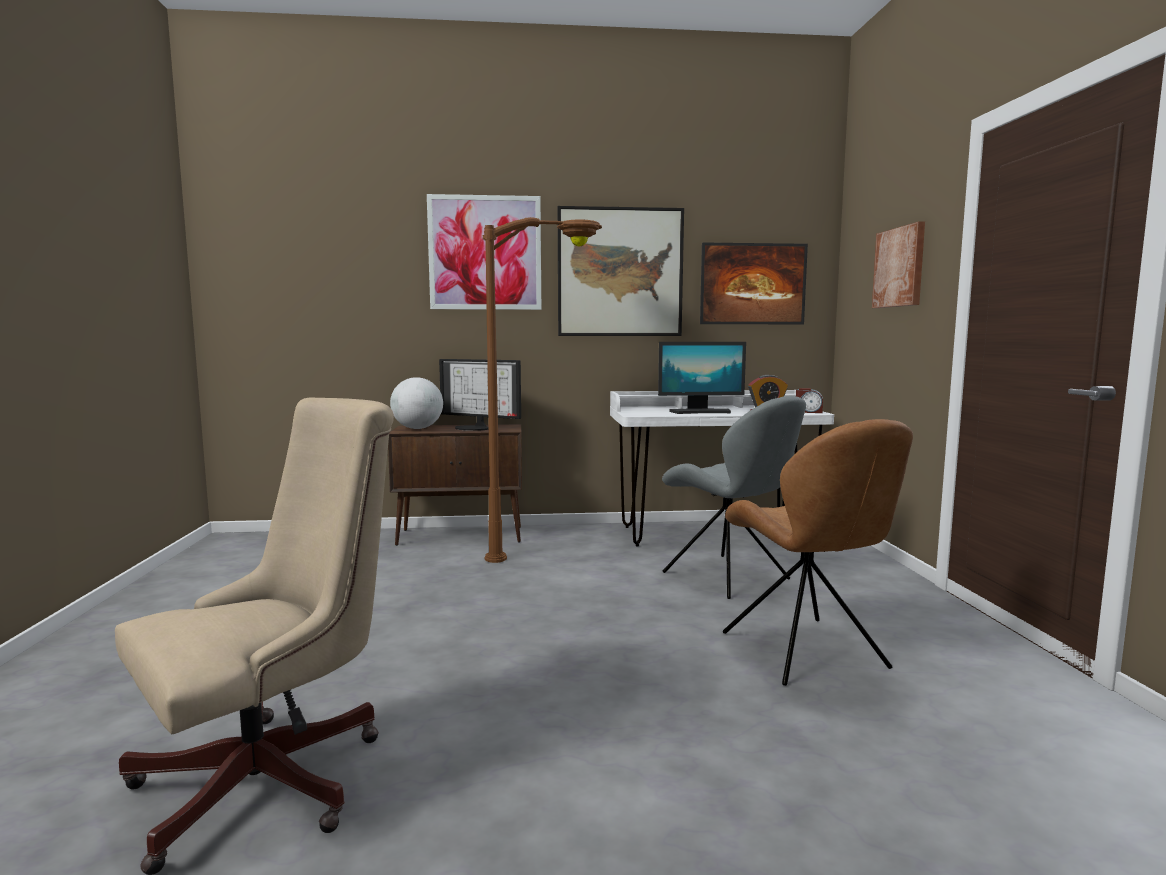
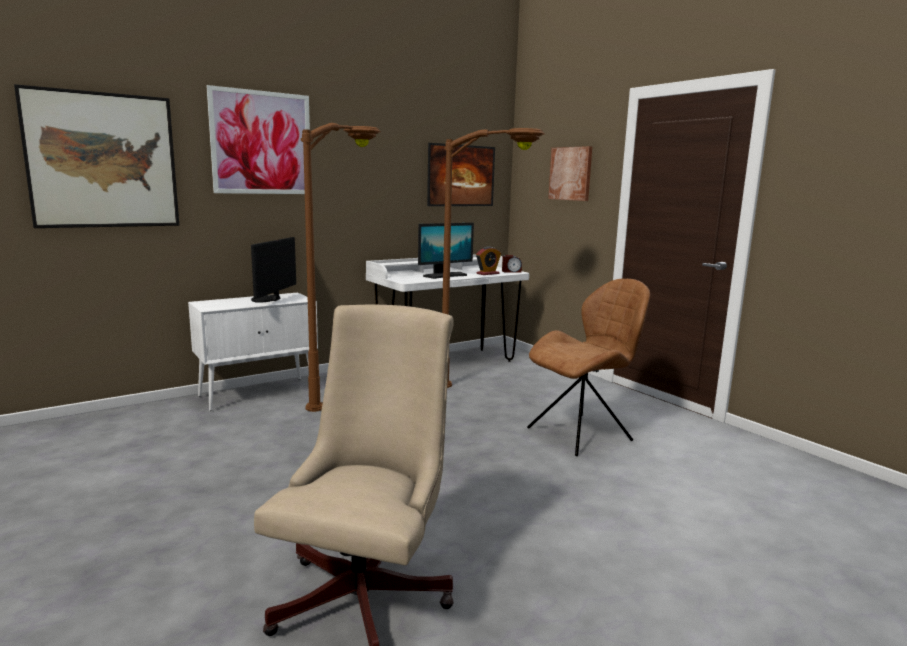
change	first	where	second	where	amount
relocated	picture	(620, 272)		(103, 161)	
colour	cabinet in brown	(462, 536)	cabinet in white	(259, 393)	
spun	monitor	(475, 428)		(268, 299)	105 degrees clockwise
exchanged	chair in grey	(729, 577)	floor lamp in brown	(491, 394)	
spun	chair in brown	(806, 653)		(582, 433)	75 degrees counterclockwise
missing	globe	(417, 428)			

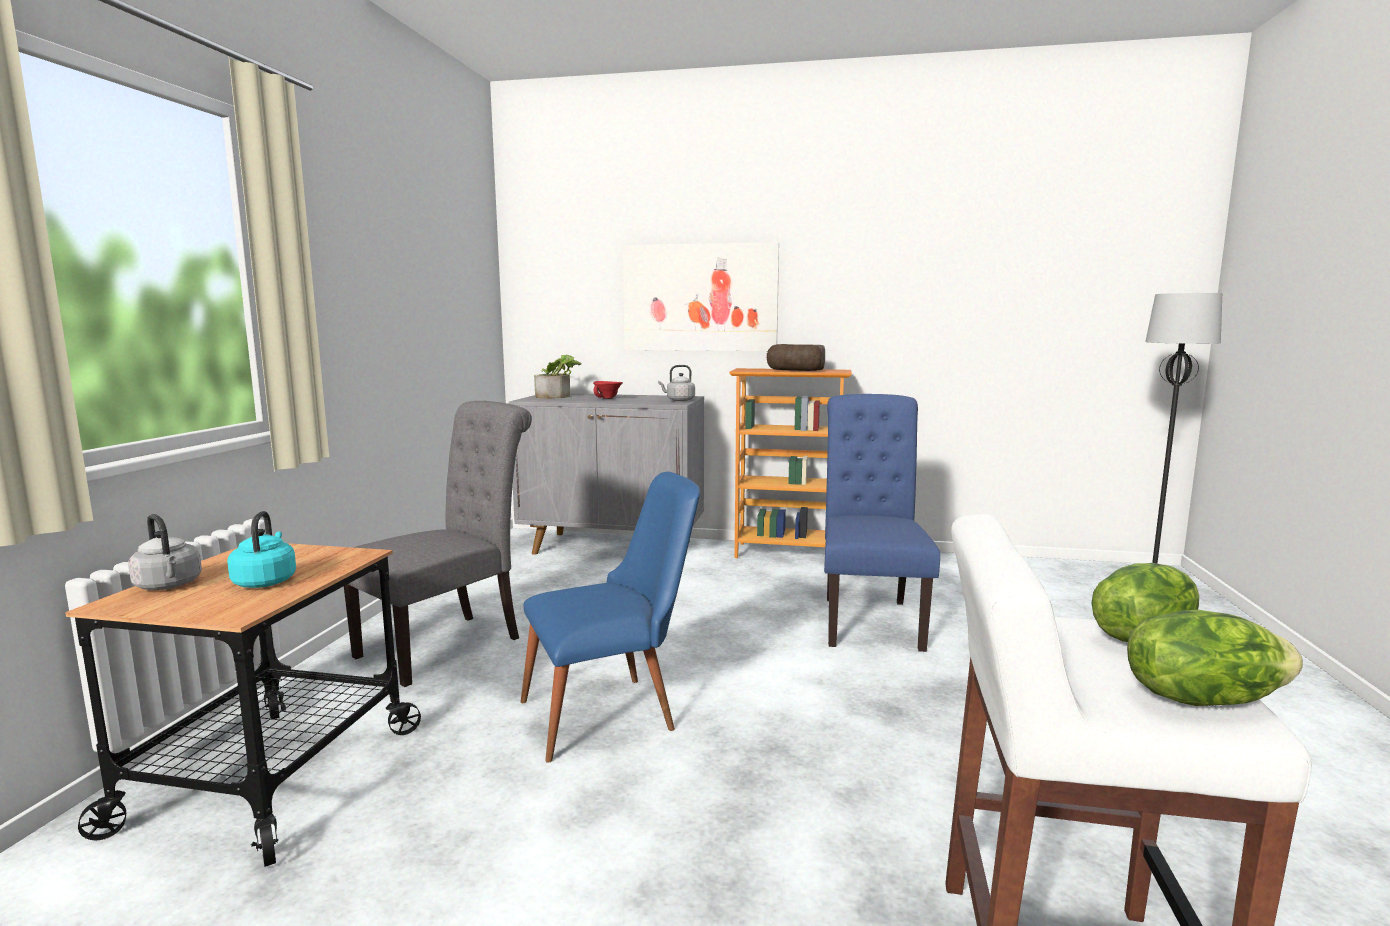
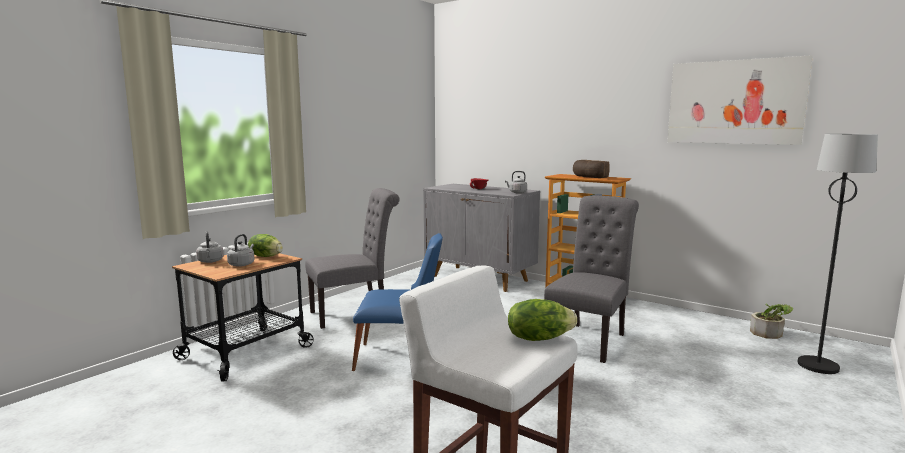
change	first	where	second	where	amount
colour	kettle in turquoise	(266, 581)	kettle in grey	(242, 264)	
relocated	lettuce	(1202, 698)		(266, 256)	
colour	chair in blue	(869, 619)	chair in grey	(590, 340)	
relocated	picture	(700, 298)		(734, 102)	
relocated	potted plant	(558, 396)		(770, 333)	

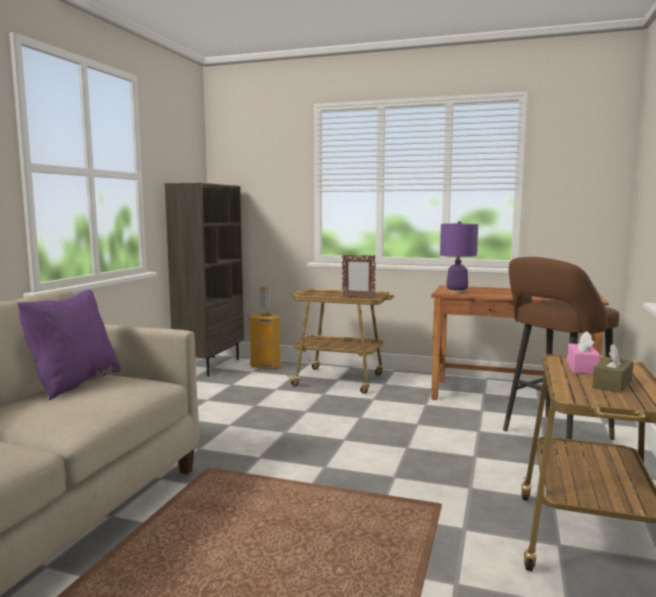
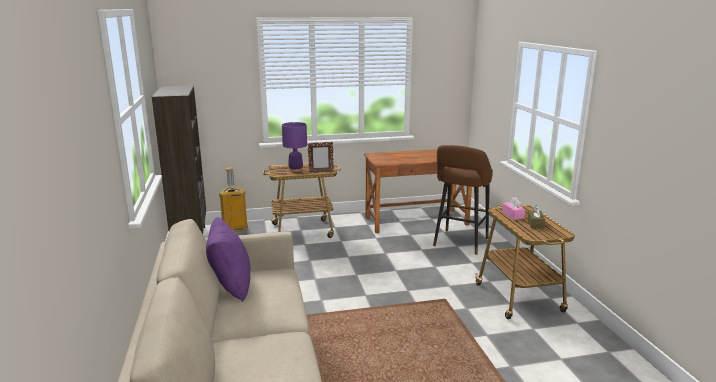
change	first	where	second	where	amount
relocated	table lamp in purple	(457, 292)		(295, 170)	

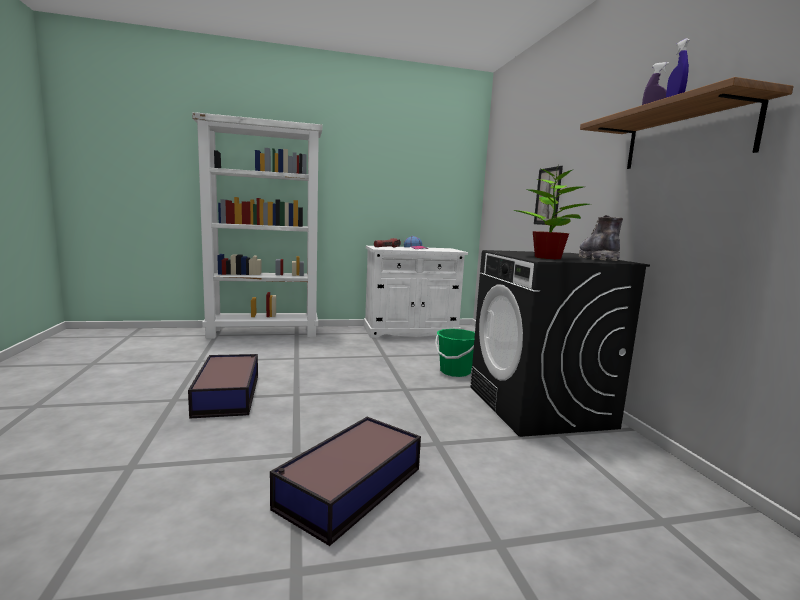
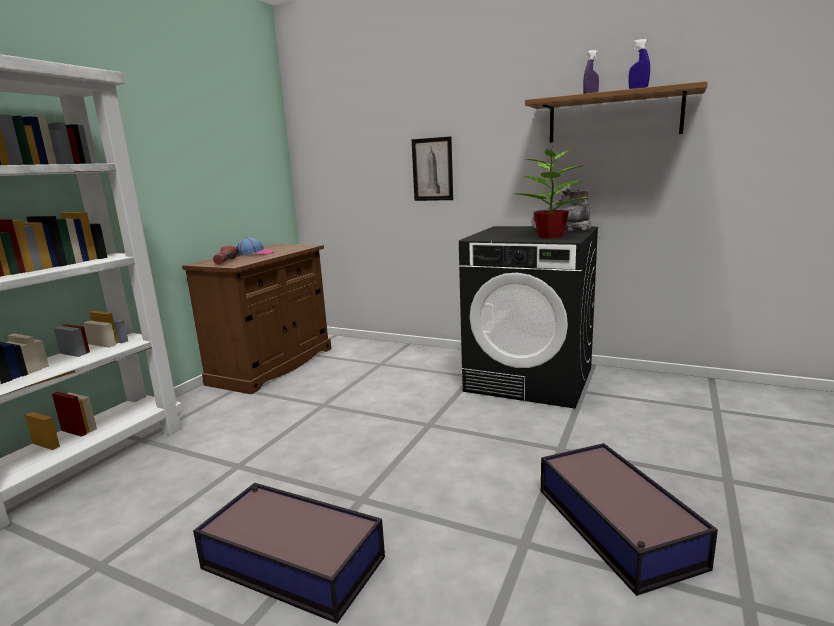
change	first	where	second	where	amount
colour	cabinet in white	(410, 331)	cabinet in brown	(273, 365)	
missing	bucket in green	(455, 371)			

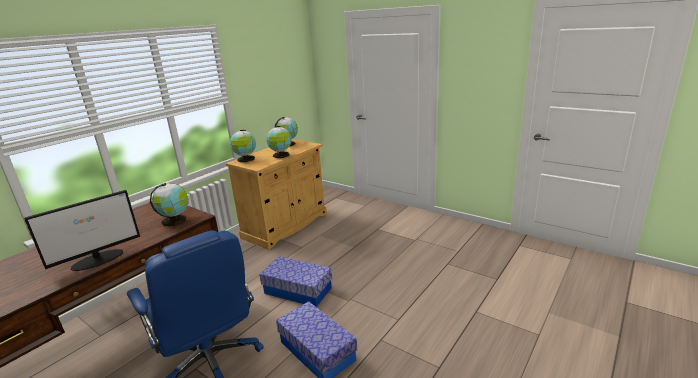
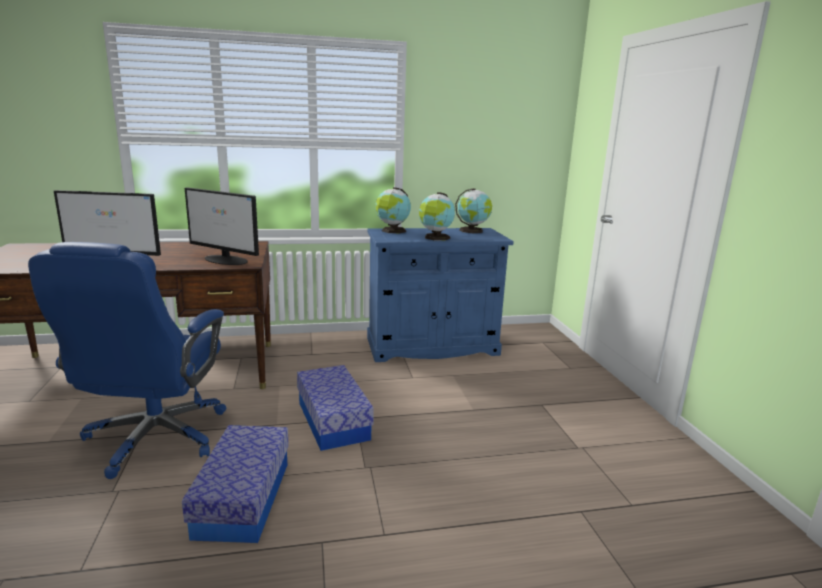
change	first	where	second	where	amount
exchanged	globe	(175, 220)	monitor	(226, 260)	
colour	cabinet in beige	(285, 225)	cabinet in blue	(432, 346)	

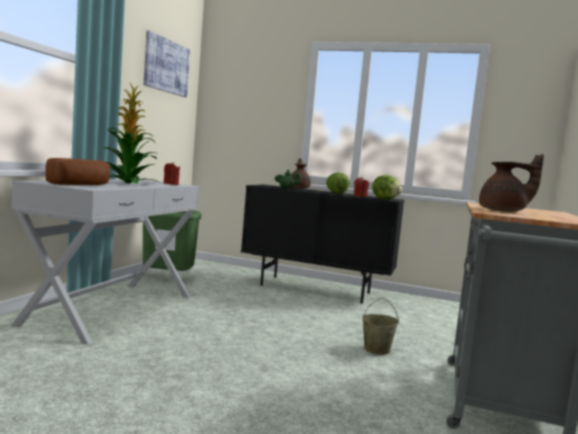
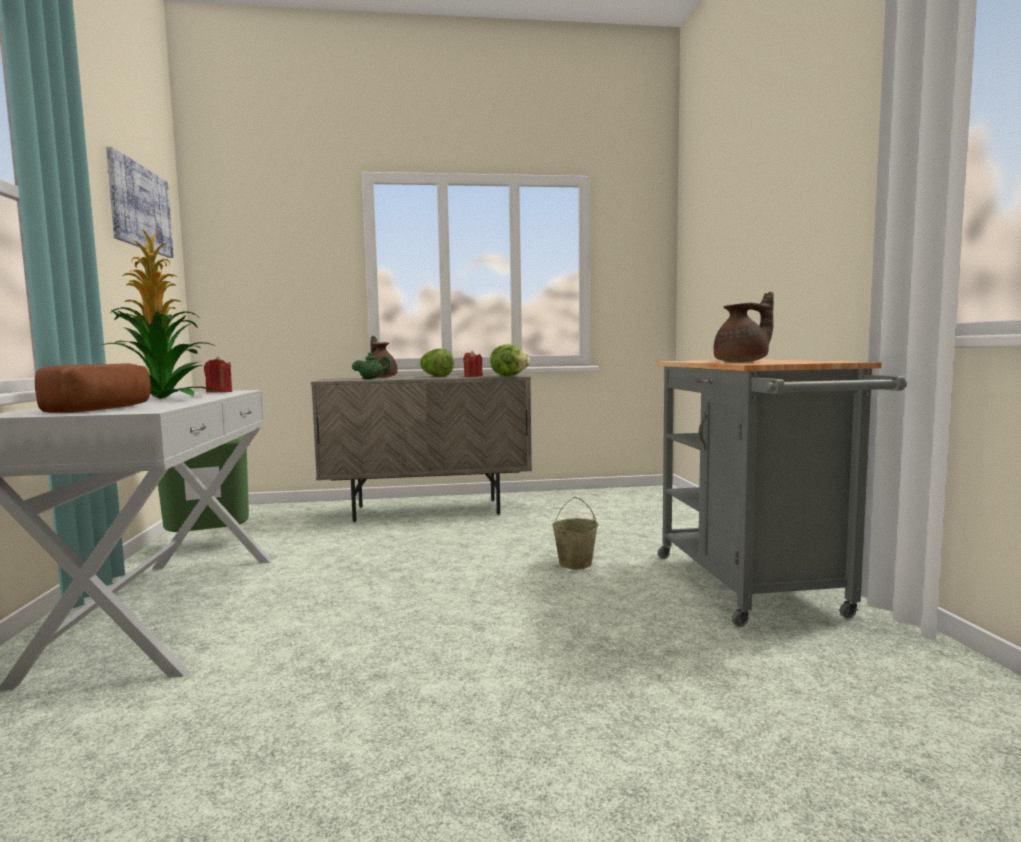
change	first	where	second	where	amount
colour	cabinet in black	(315, 289)	cabinet in beige	(428, 510)	

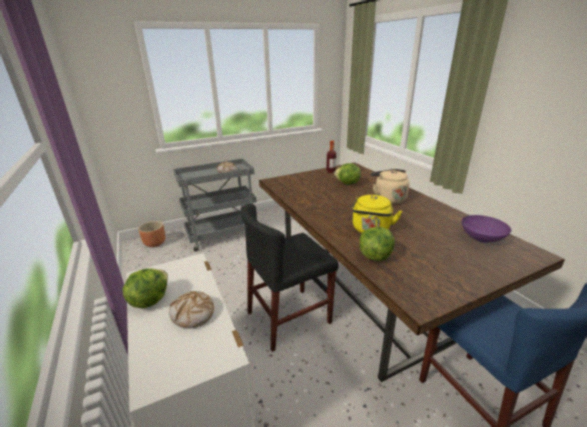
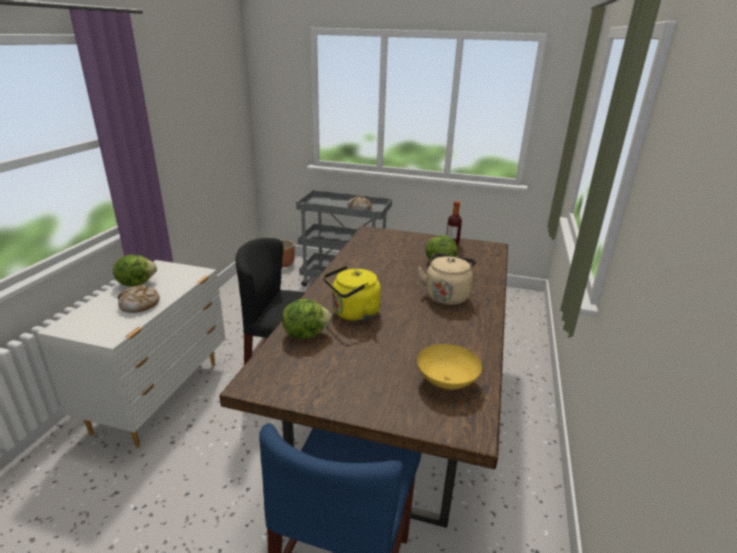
change	first	where	second	where	amount
colour	bowl in purple	(482, 239)	bowl in yellow	(447, 382)	

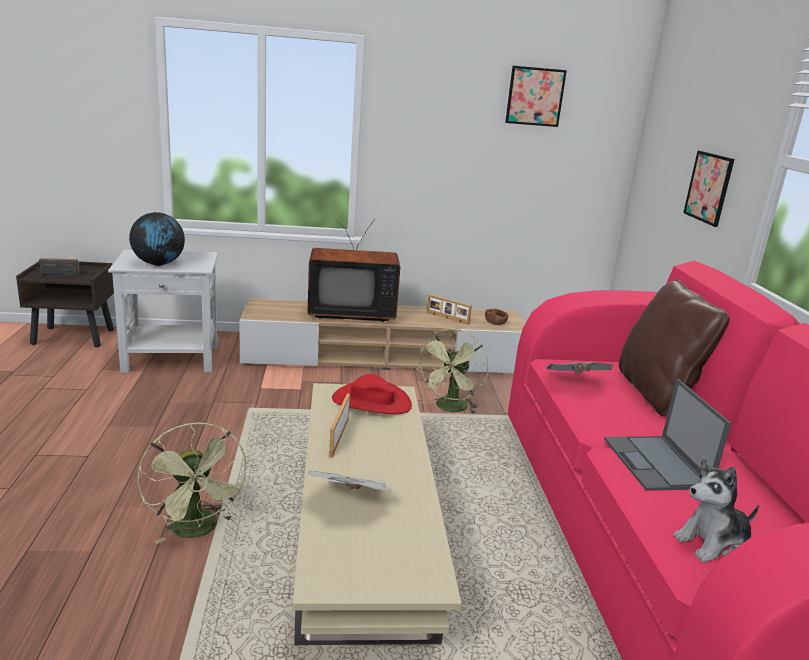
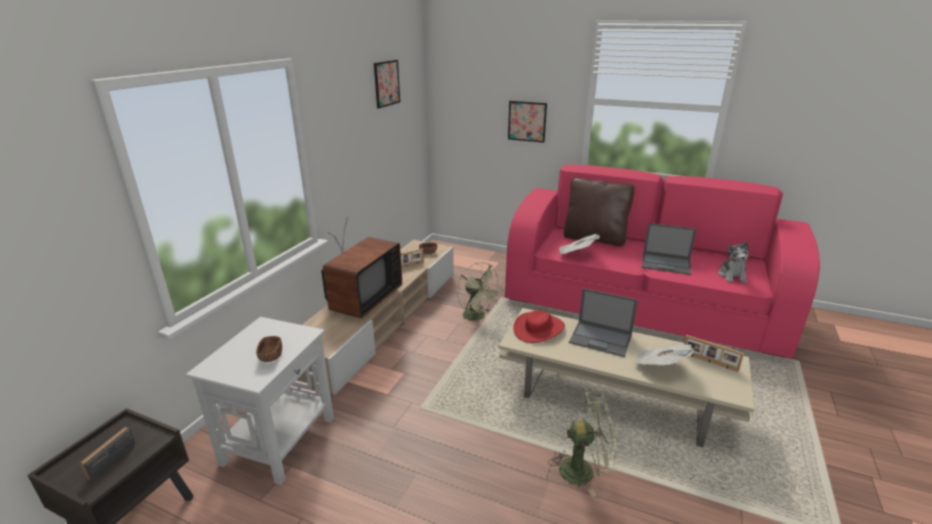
change	first	where	second	where	amount
exchanged	globe	(159, 264)	bowl in brown	(271, 356)	
appeared			laptop	(601, 339)	
relocated	picture frame	(338, 437)		(709, 362)	

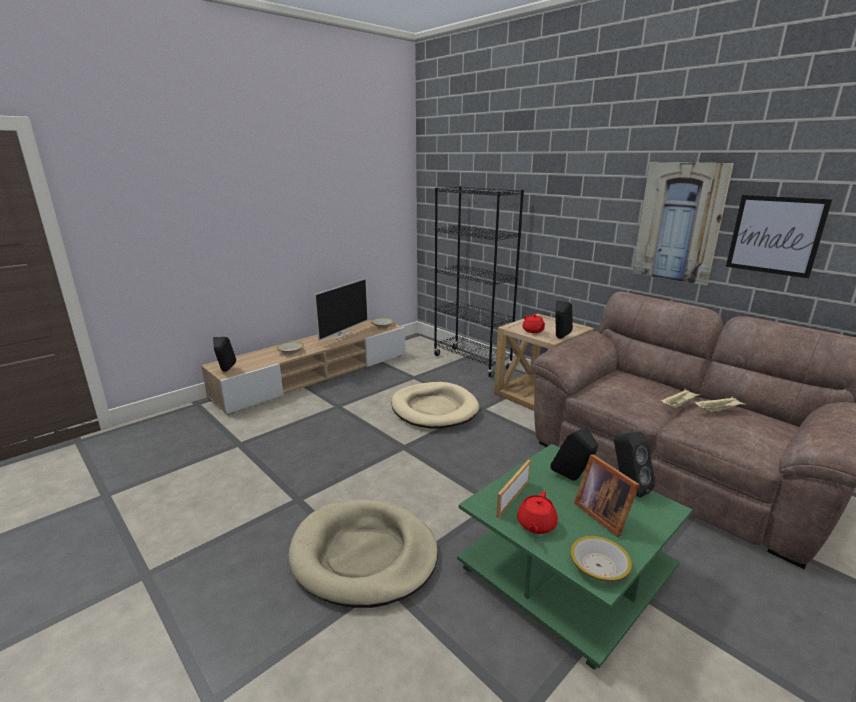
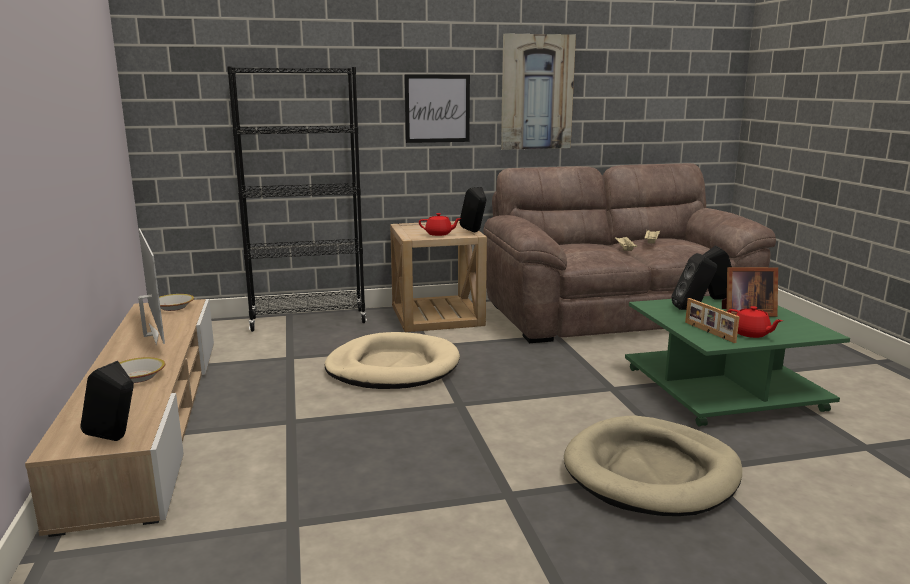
change	first	where	second	where	amount
relocated	picture	(775, 235)		(437, 108)	
missing	bowl	(598, 566)			

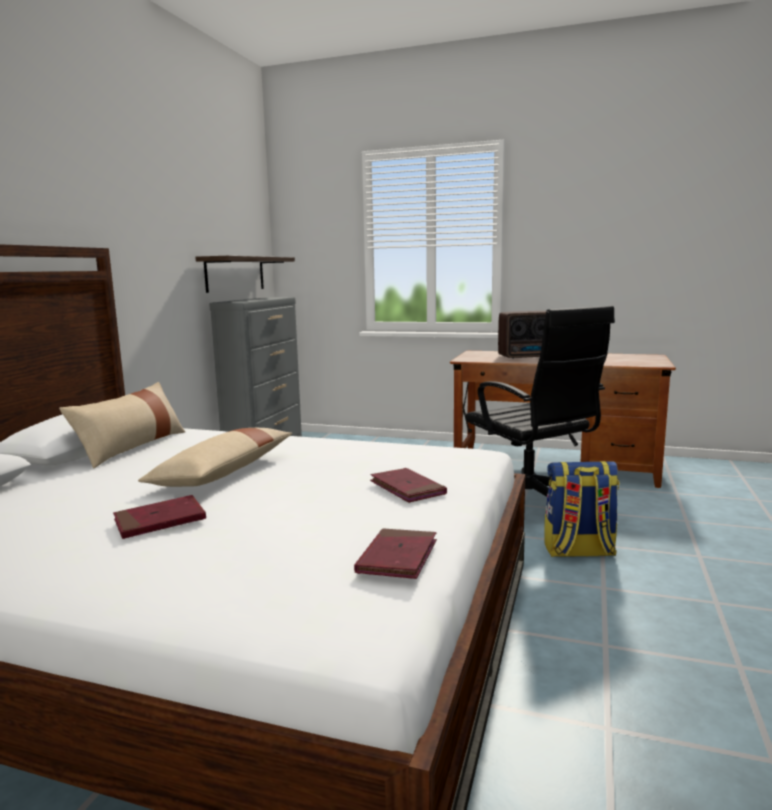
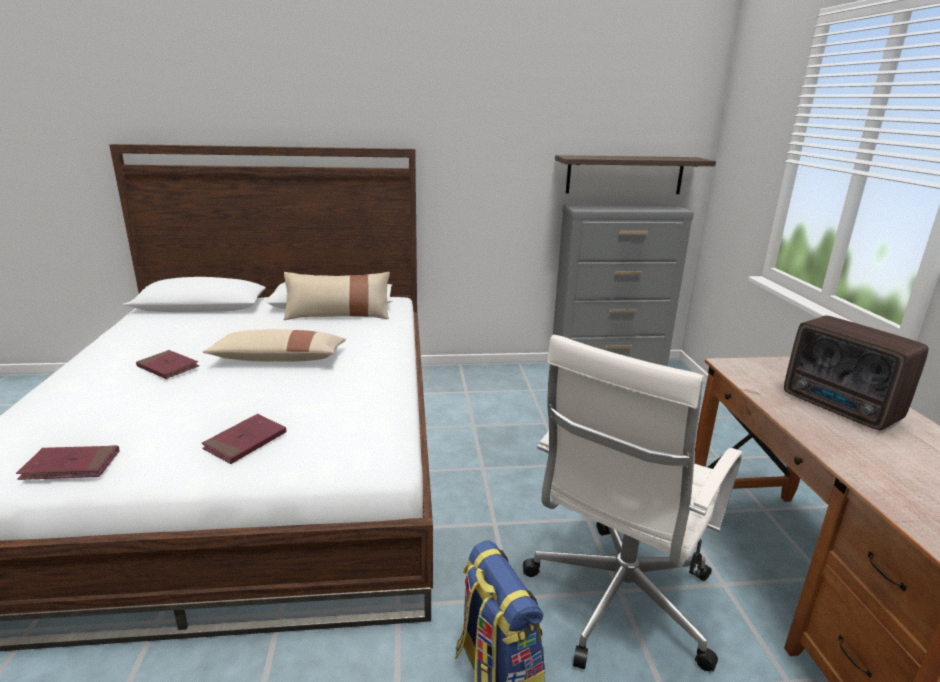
change	first	where	second	where	amount
colour	office chair in black	(531, 507)	office chair in white	(617, 602)	

